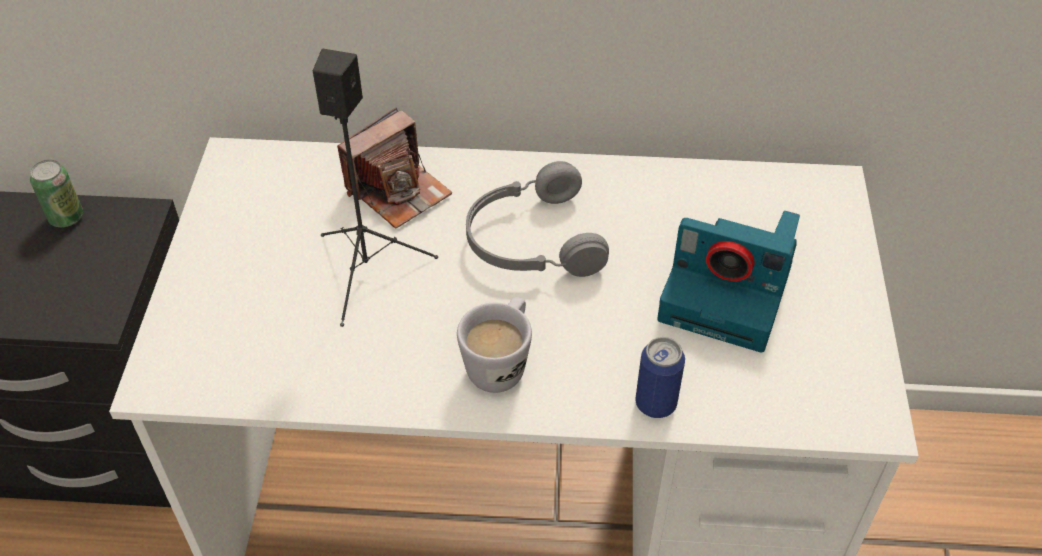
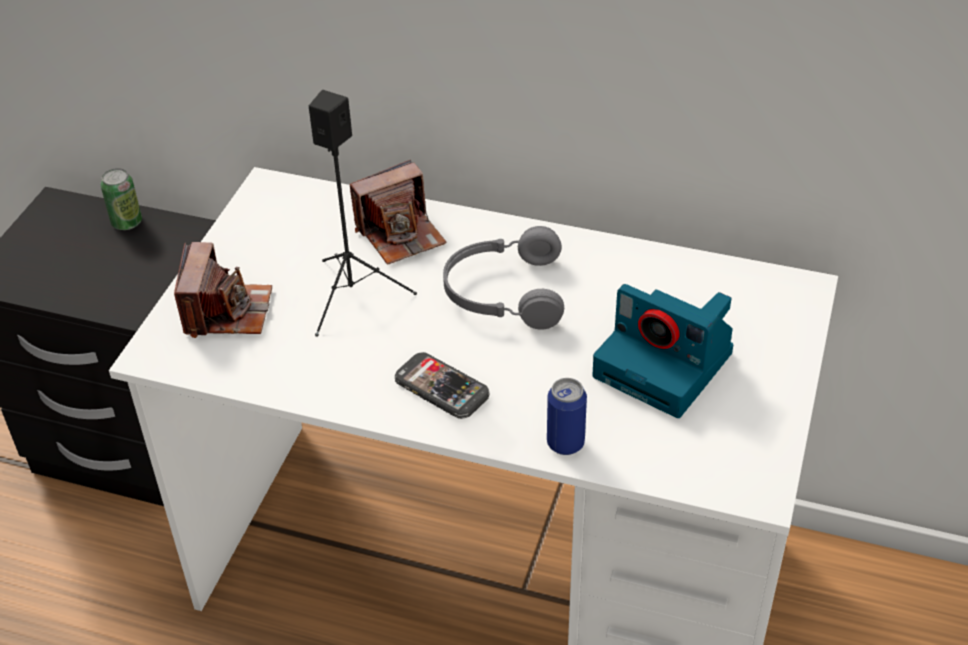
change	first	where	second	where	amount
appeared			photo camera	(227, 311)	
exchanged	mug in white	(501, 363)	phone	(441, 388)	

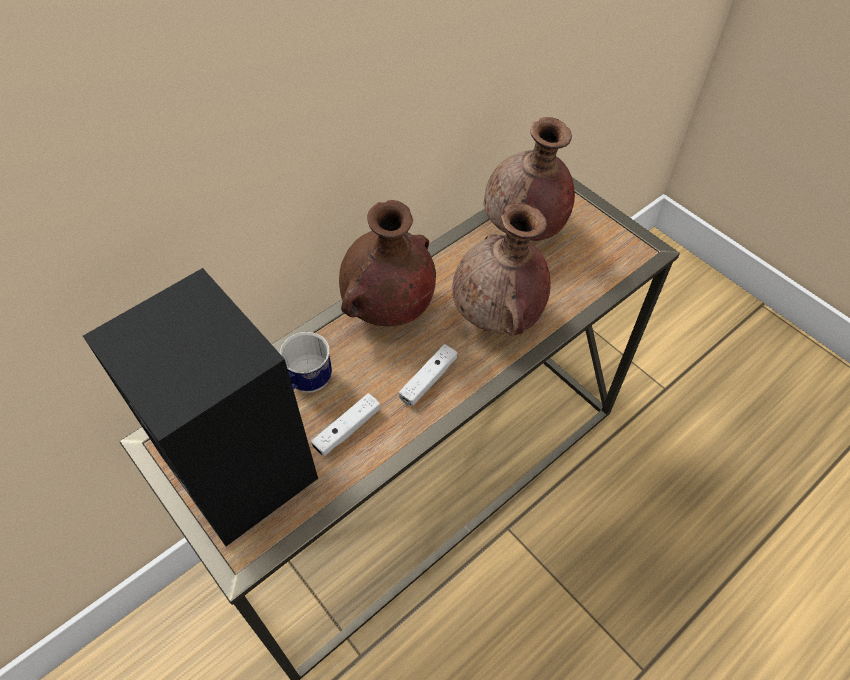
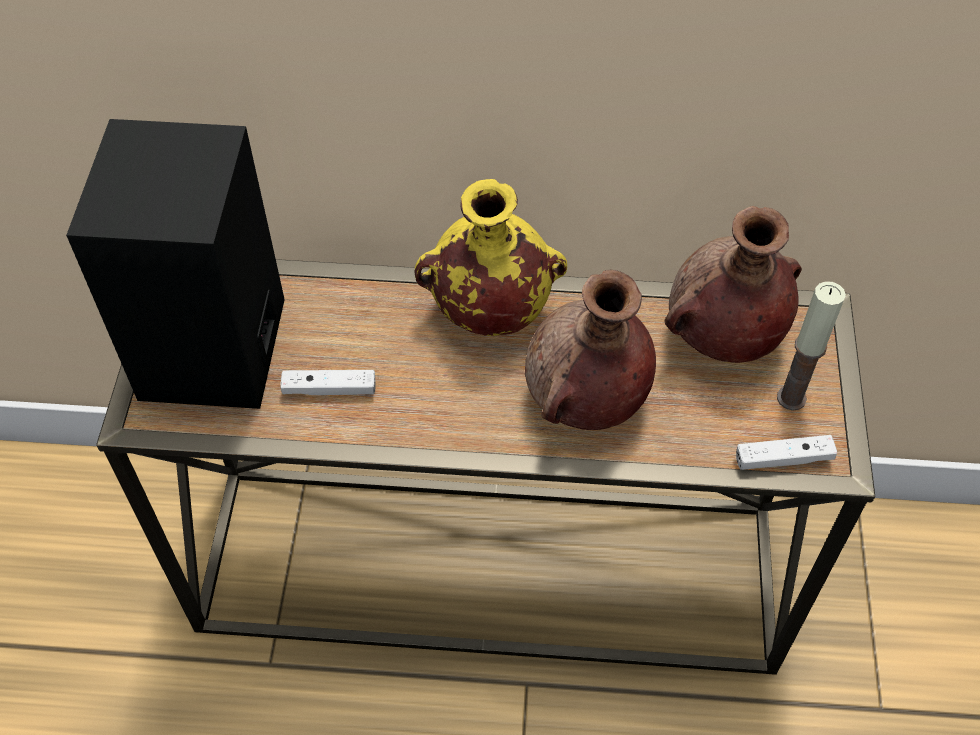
change	first	where	second	where	amount
colour	vase in brown	(388, 308)	vase in yellow	(489, 311)	
relocated	game controller in white	(428, 380)		(783, 459)	
appeared			candle	(791, 398)	
missing	mug	(306, 384)			

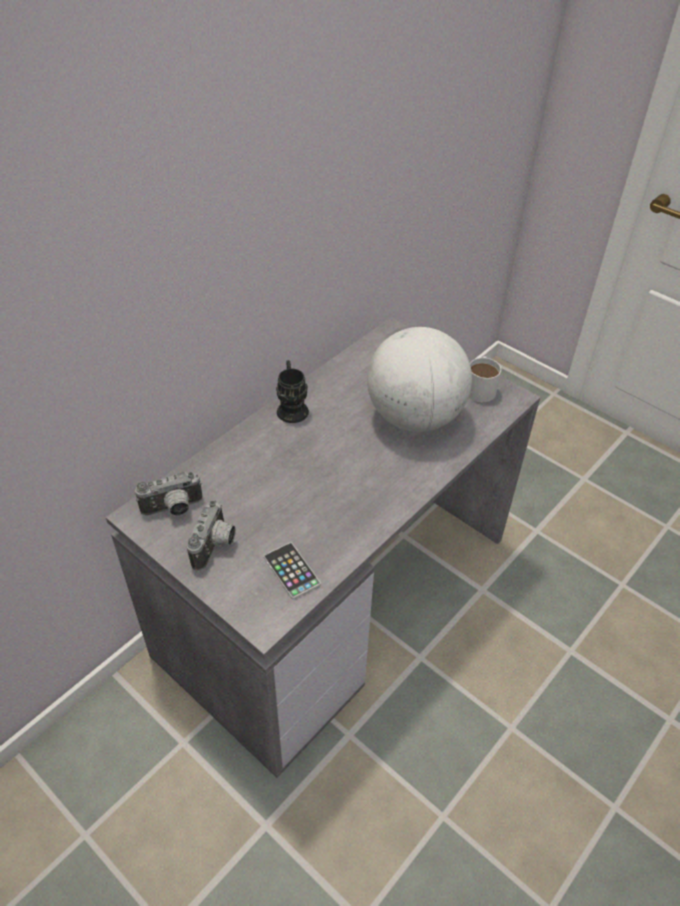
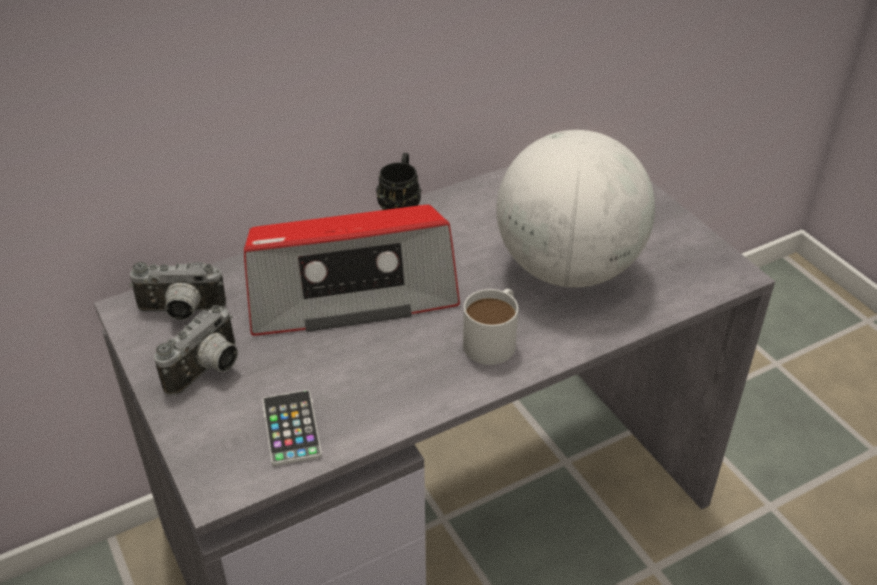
change	first	where	second	where	amount
appeared			radio	(351, 291)	
relocated	mug in white	(480, 387)		(494, 338)	

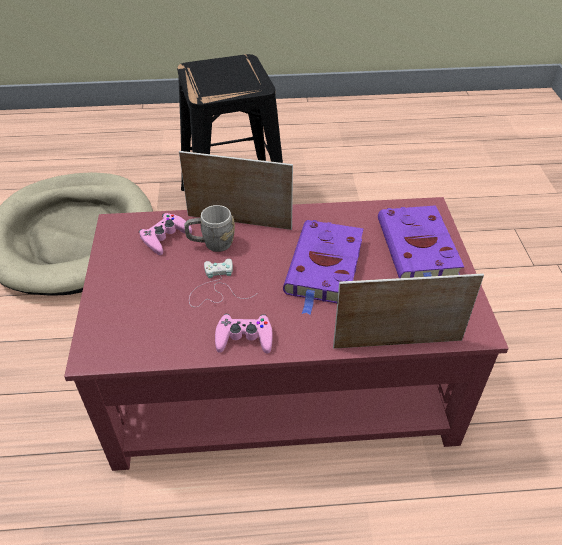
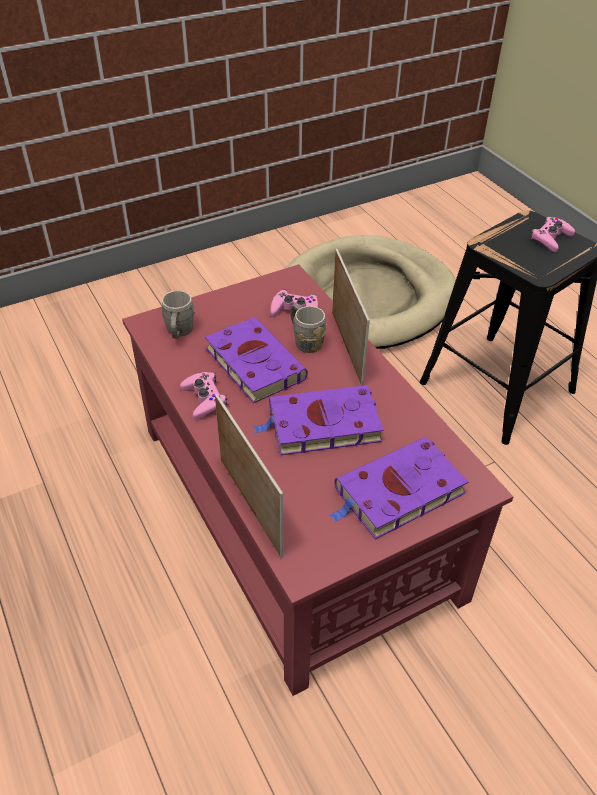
change	first	where	second	where	amount
appeared			mug in grey	(179, 333)	
exchanged	game controller in white	(216, 287)	book in purple	(253, 362)	
appeared			game controller in pink	(550, 238)	

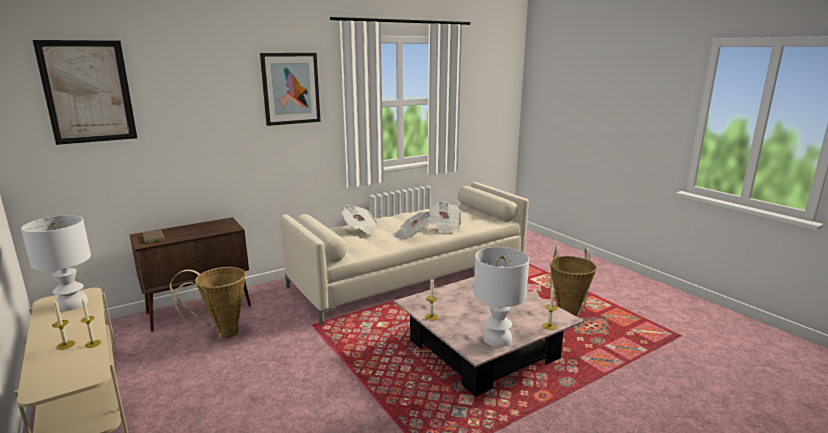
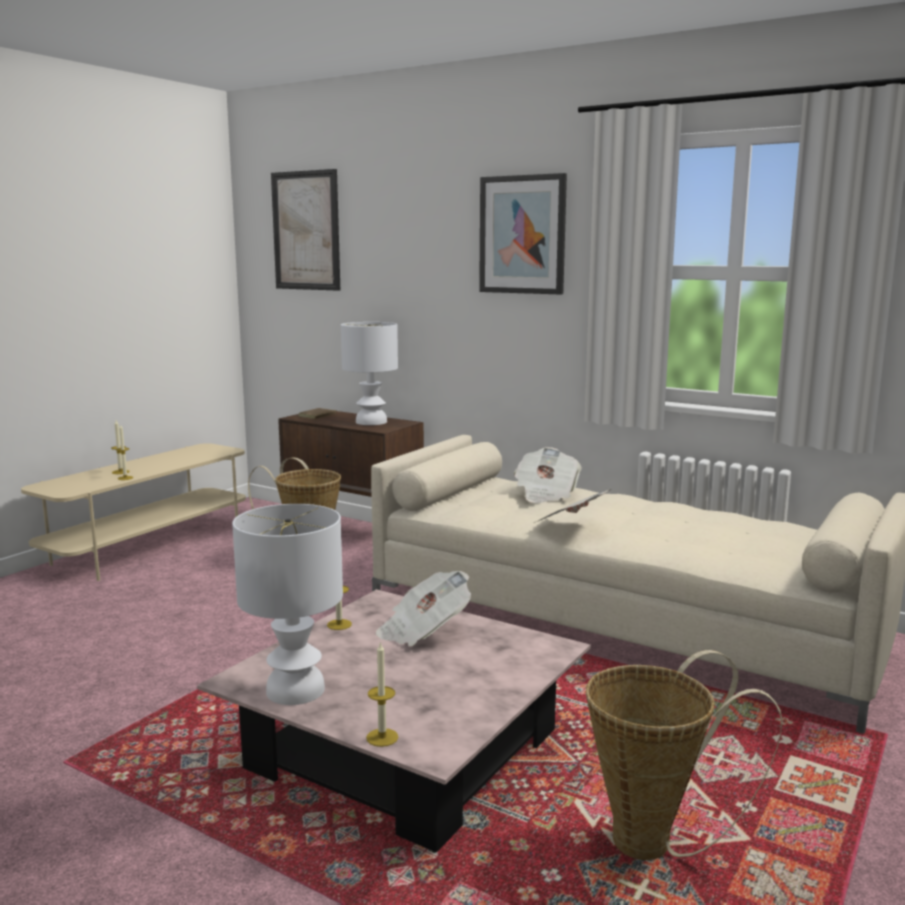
change	first	where	second	where	amount
relocated	table lamp in white	(72, 304)		(371, 422)	
relocated	newspaper	(444, 226)		(423, 631)	

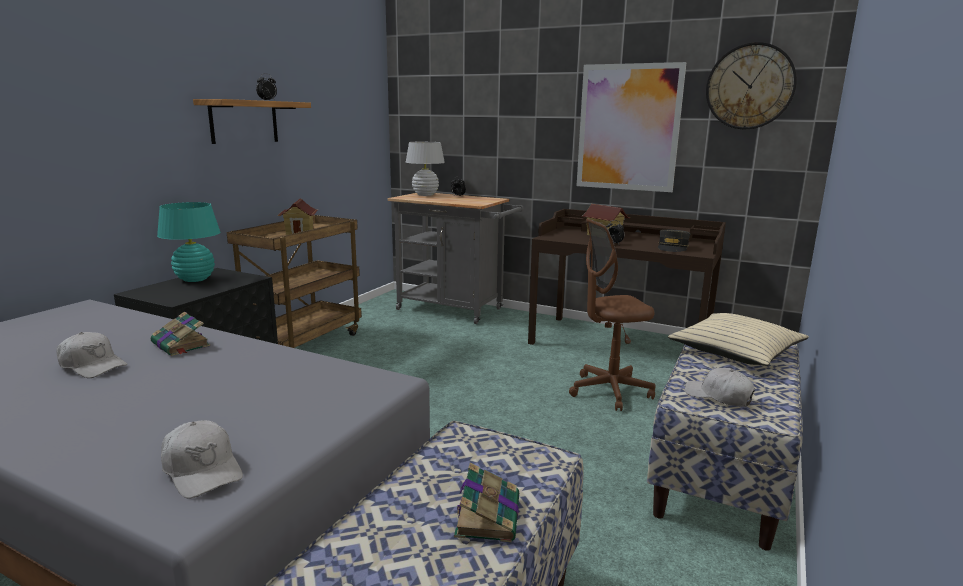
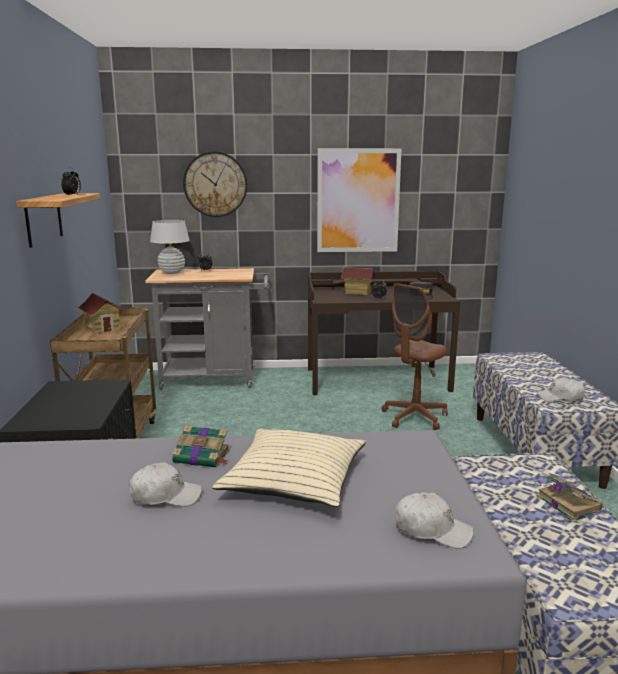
change	first	where	second	where	amount
relocated	wall clock	(750, 86)		(215, 184)	
relocated	pillow in beige	(735, 351)		(293, 480)	
missing	table lamp in turquoise	(195, 279)			

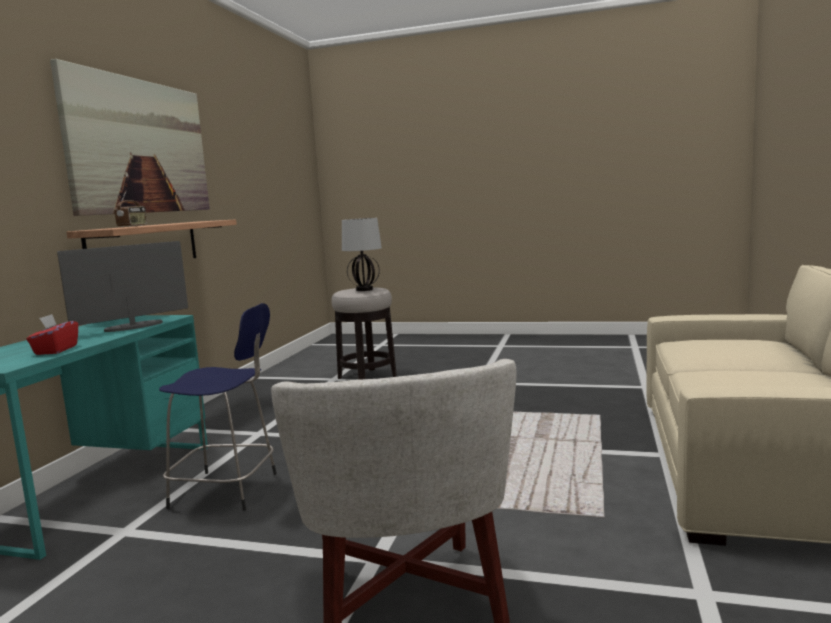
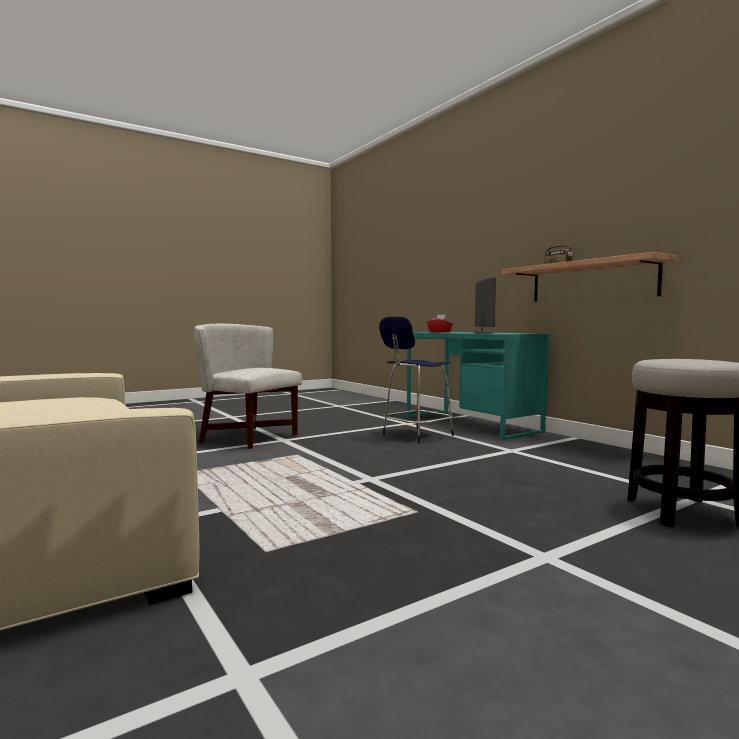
change	first	where	second	where	amount
missing	picture	(140, 147)			
missing	table lamp	(365, 290)			

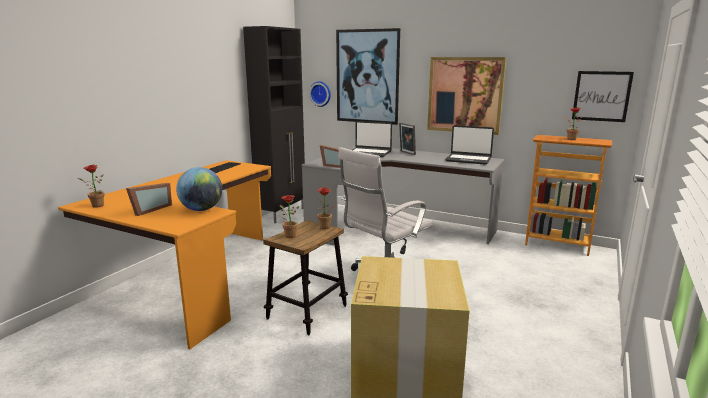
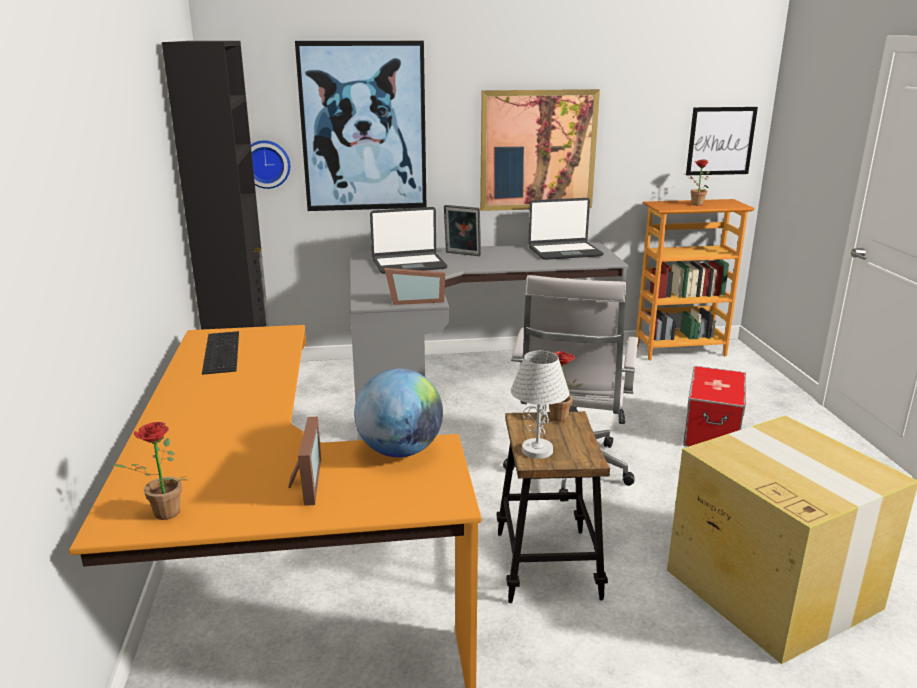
change	first	where	second	where	amount
exchanged	potted plant	(288, 235)	table lamp in white	(536, 450)	
appeared			storage box	(712, 431)	

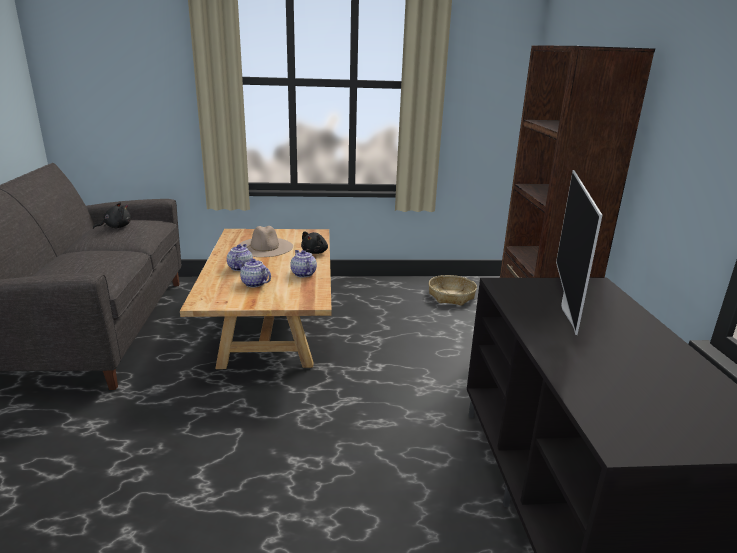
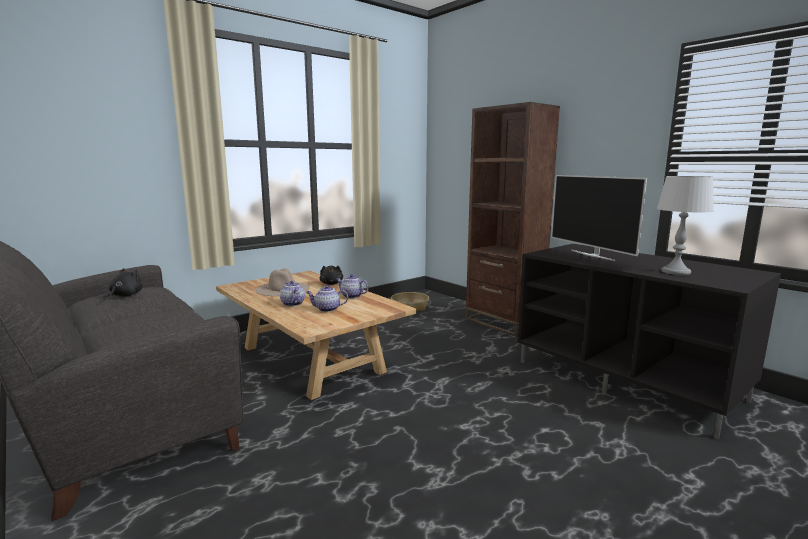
change	first	where	second	where	amount
appeared			table lamp in grey	(675, 272)	

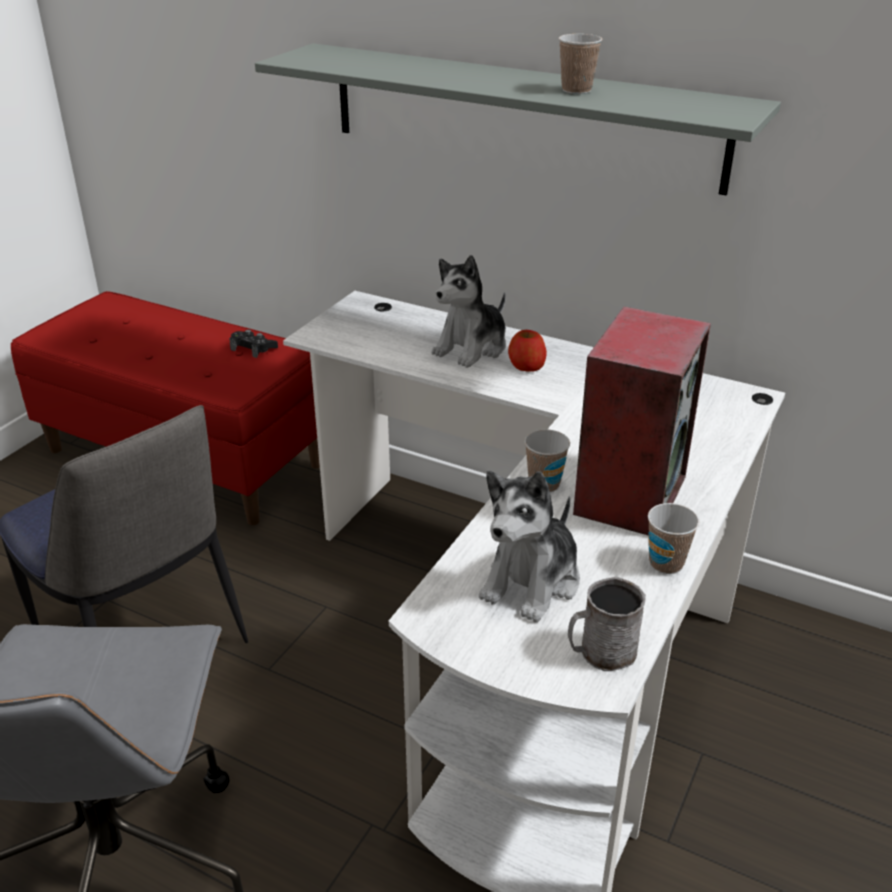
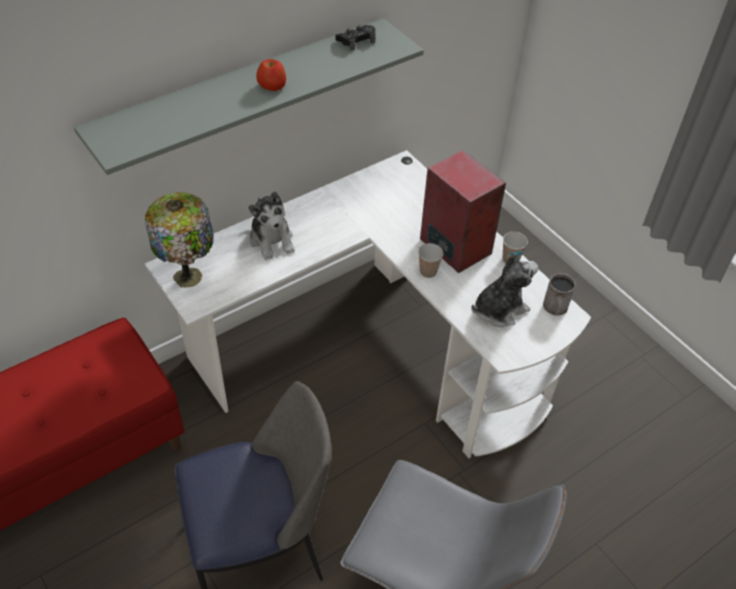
change	first	where	second	where	amount
appeared			table lamp	(189, 275)	
relocated	apple	(526, 365)		(272, 86)	
relocated	game controller in black	(253, 348)		(356, 41)	
spun	plush toy	(532, 582)		(499, 309)	90 degrees counterclockwise
missing	cup	(576, 90)			

